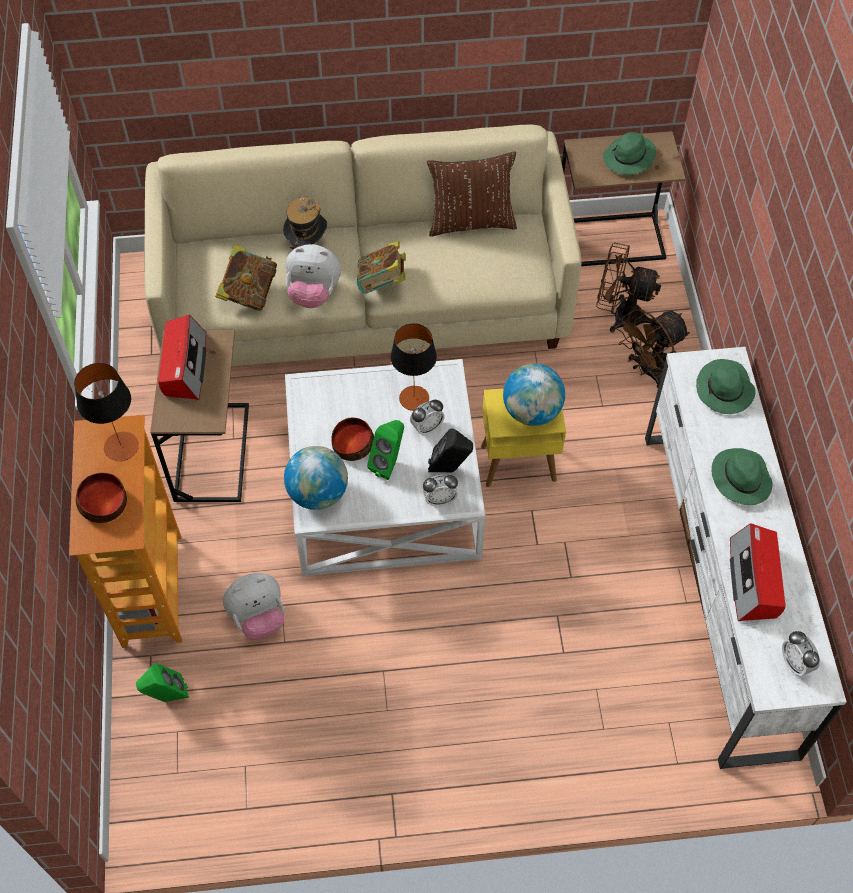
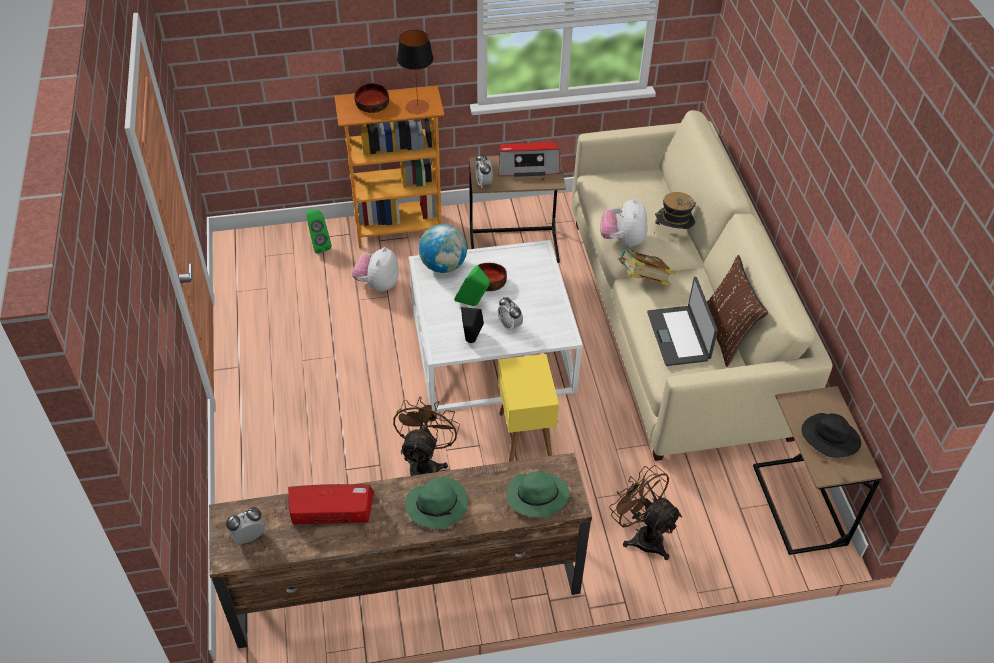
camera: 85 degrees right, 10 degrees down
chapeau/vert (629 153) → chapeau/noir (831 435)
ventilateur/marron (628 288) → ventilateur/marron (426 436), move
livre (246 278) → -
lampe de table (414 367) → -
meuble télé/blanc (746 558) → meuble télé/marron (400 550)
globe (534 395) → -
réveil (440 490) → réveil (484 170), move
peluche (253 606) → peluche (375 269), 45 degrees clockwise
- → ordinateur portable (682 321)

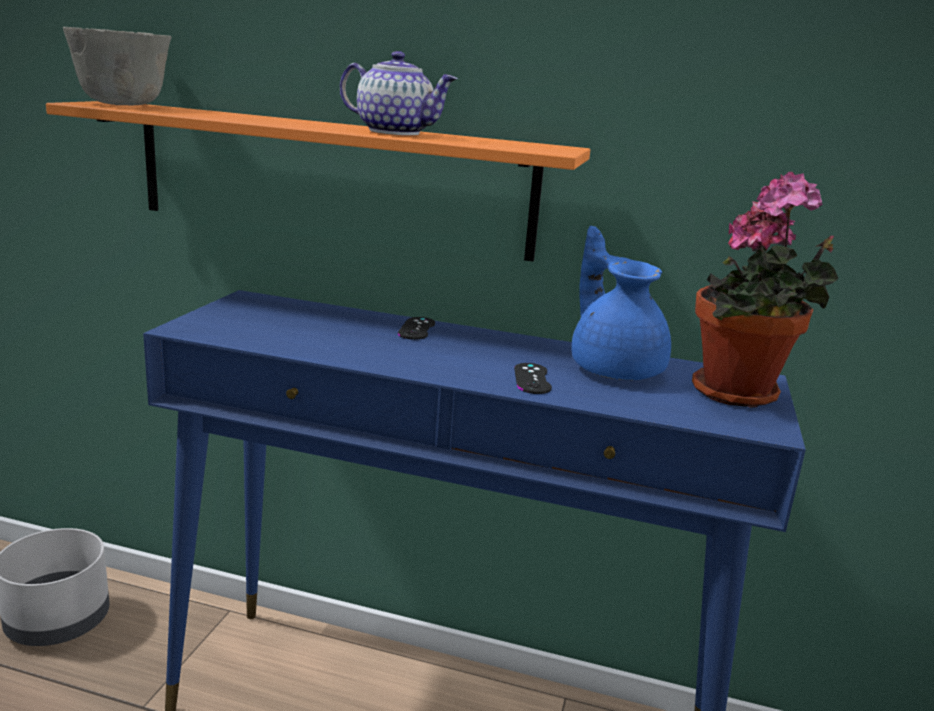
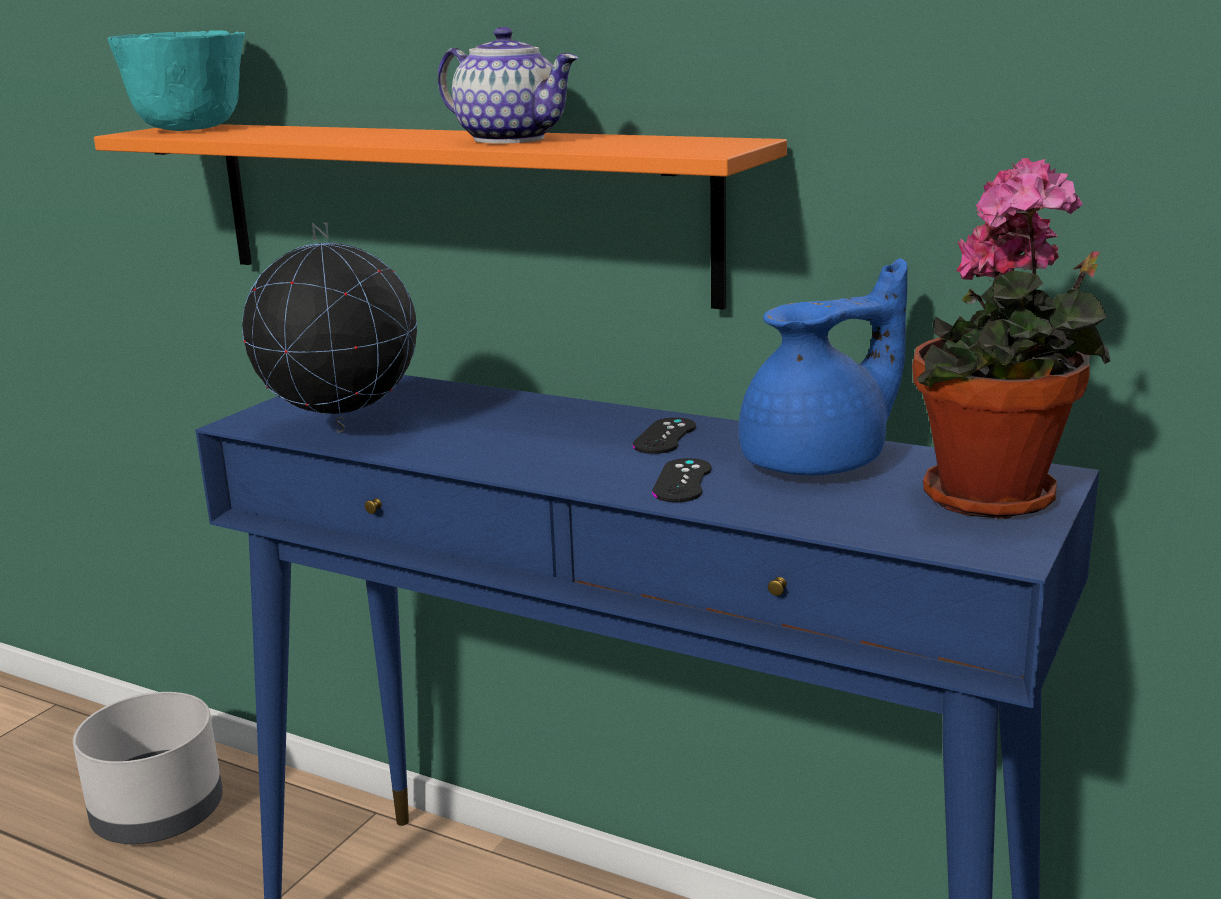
camera: 15 degrees right, 0 degrees up
bol/gris (117 66) → bol/turquoise (176 81)
théière/bleu (621 303) → théière/bleu (823 367), 75 degrees clockwise
manette/noir (416 328) → manette/noir (664 435), move
- → globe (329 327)

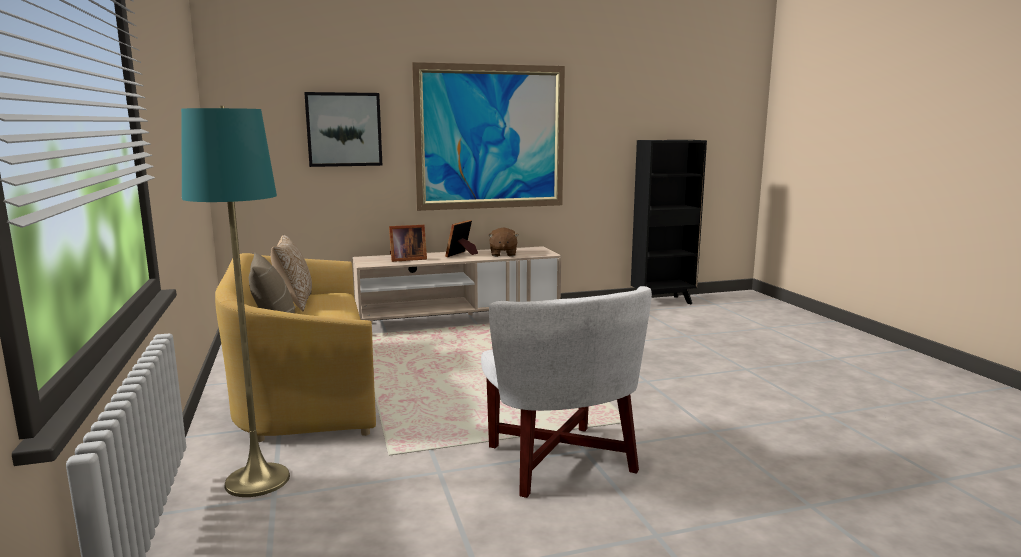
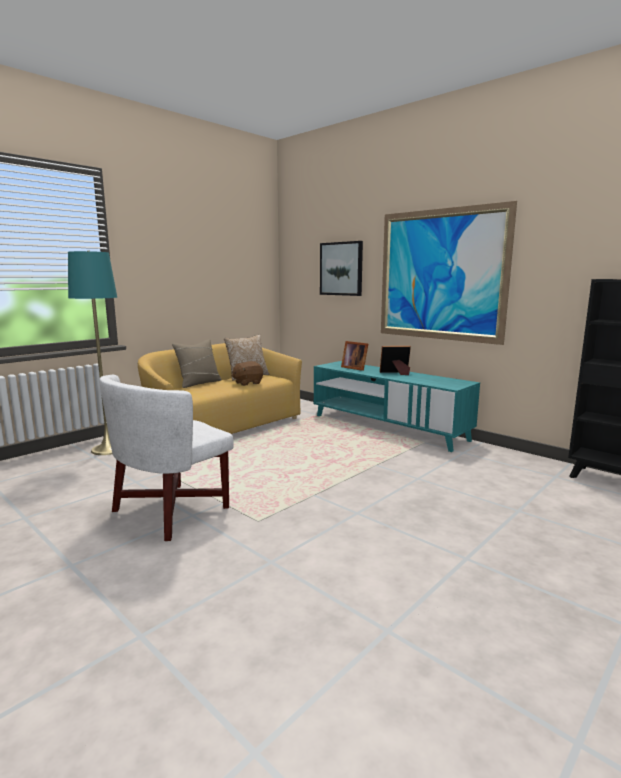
camera: 60 degrees right, 0 degrees up
peluche/marron (503 242) → peluche/marron (247 373), move
meuble télé/beige (457 284) → meuble télé/turquoise (397 406)

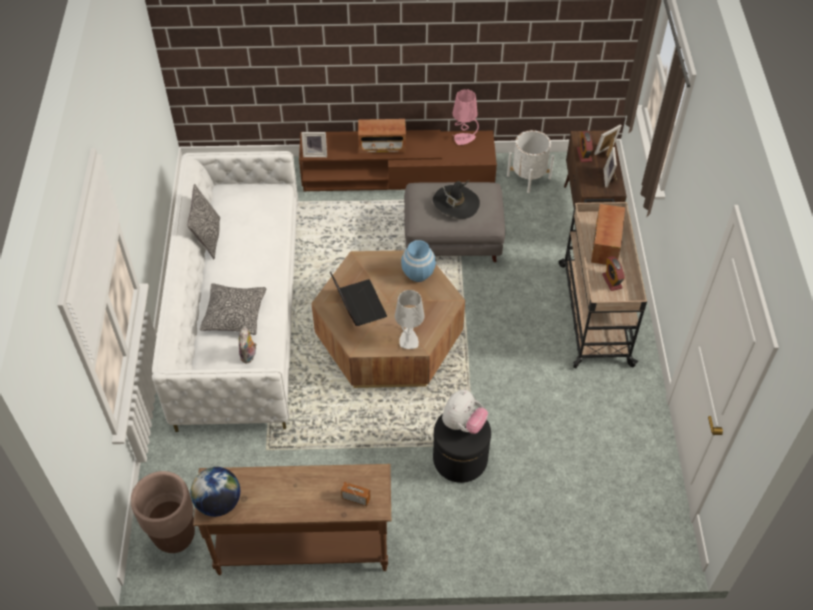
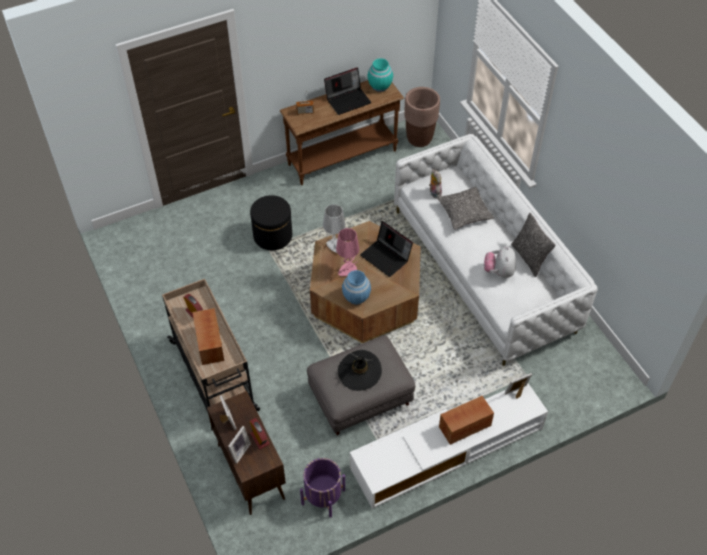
camera: 155 degrees right, 0 degrees up
lampe de table/rose (465 117) → lampe de table/rose (347 252), move
meuble télé/marron (398 160) → meuble télé/blanc (449 446)
cache-pot/blanc (530 161) → cache-pot/violet (322 488)
peluche (465 412) → peluche (500 262), move
globe (215 492) → vase/turquoise (380 75)
- → ordinateur portable (347 91)

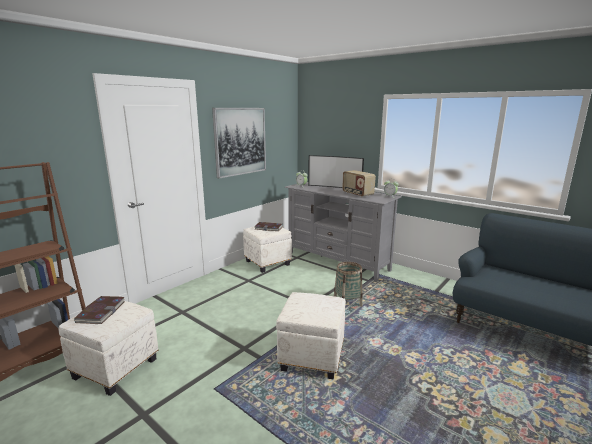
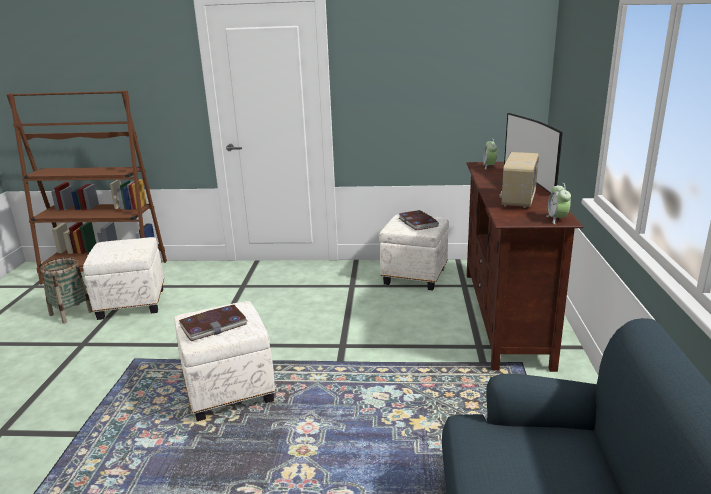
camera: 55 degrees right, 5 degrees up
tableau (239 143) → -
meuble télé/gris (343 231) → meuble télé/marron (524 267)
panier (348 284) → panier (66 290), move
livre (99 310) → livre (213 323), move

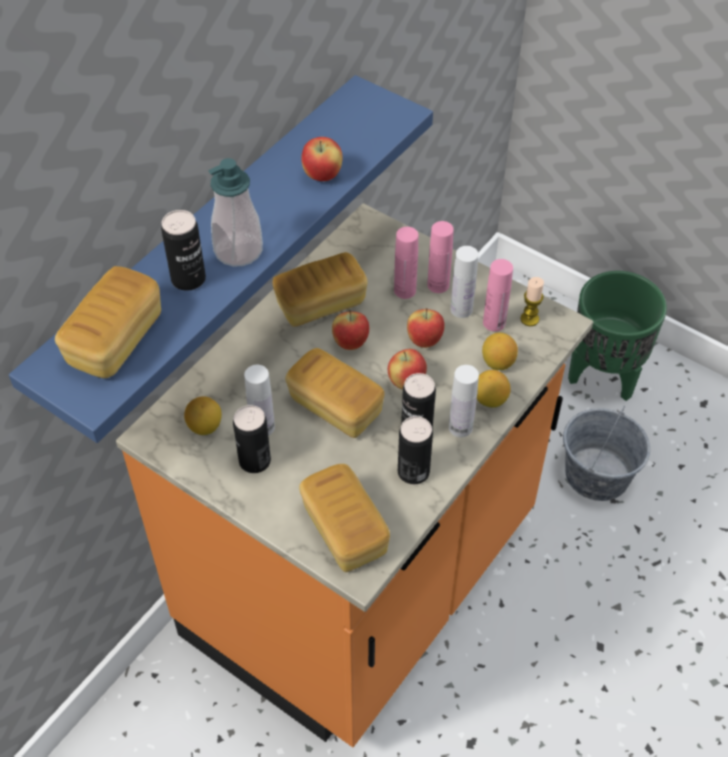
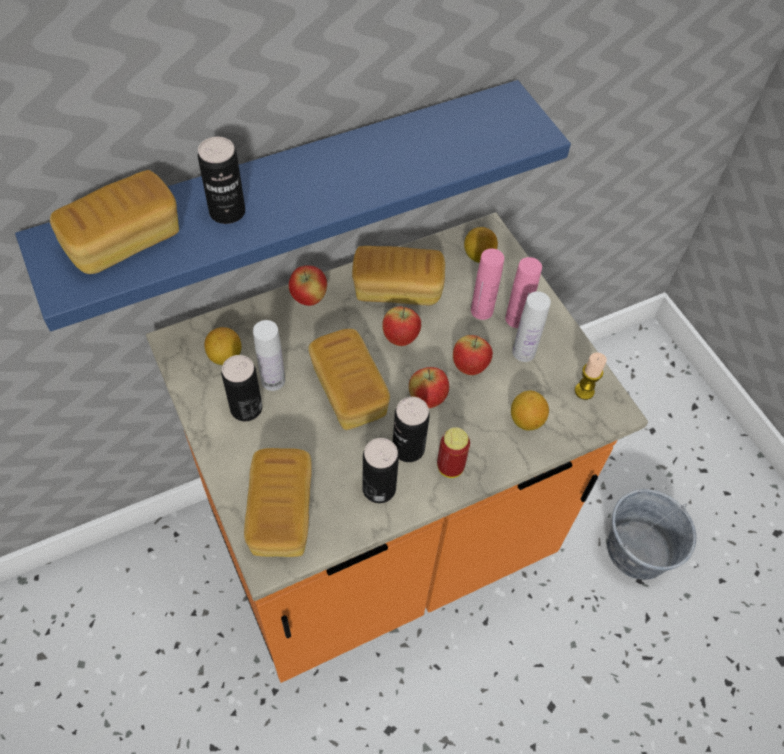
camera: 25 degrees right, 5 degrees up
pomme (322 159) → pomme (308 285), move
distributeur de savon (235 212) → -
bouteille/rose (498 295) → -
cache-pot/vert (617 336) → -
bouteille/blanc (464 401) → boîte métallique (453 452)
citron (494 389) → citron (481 245), move

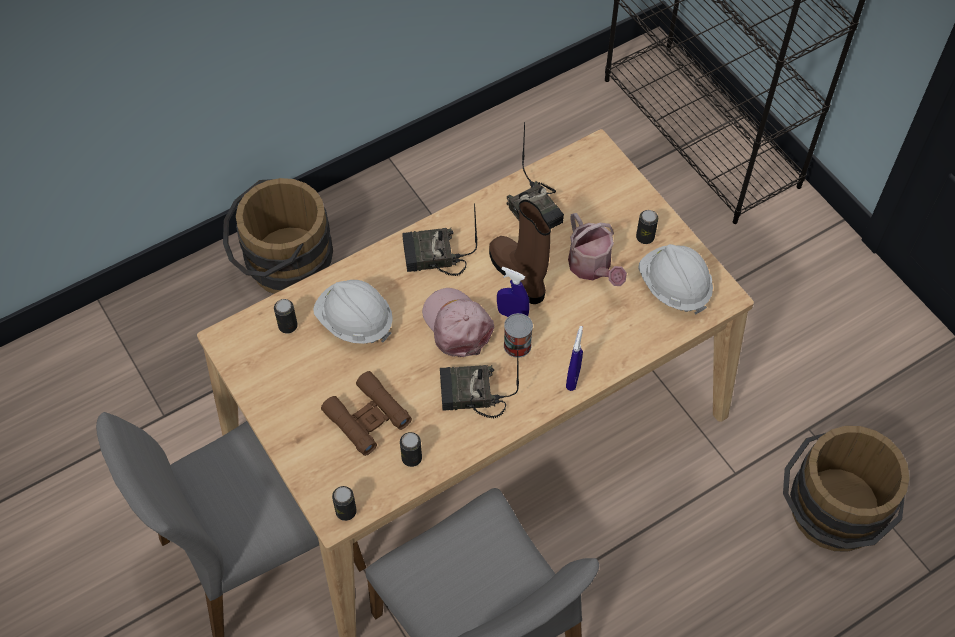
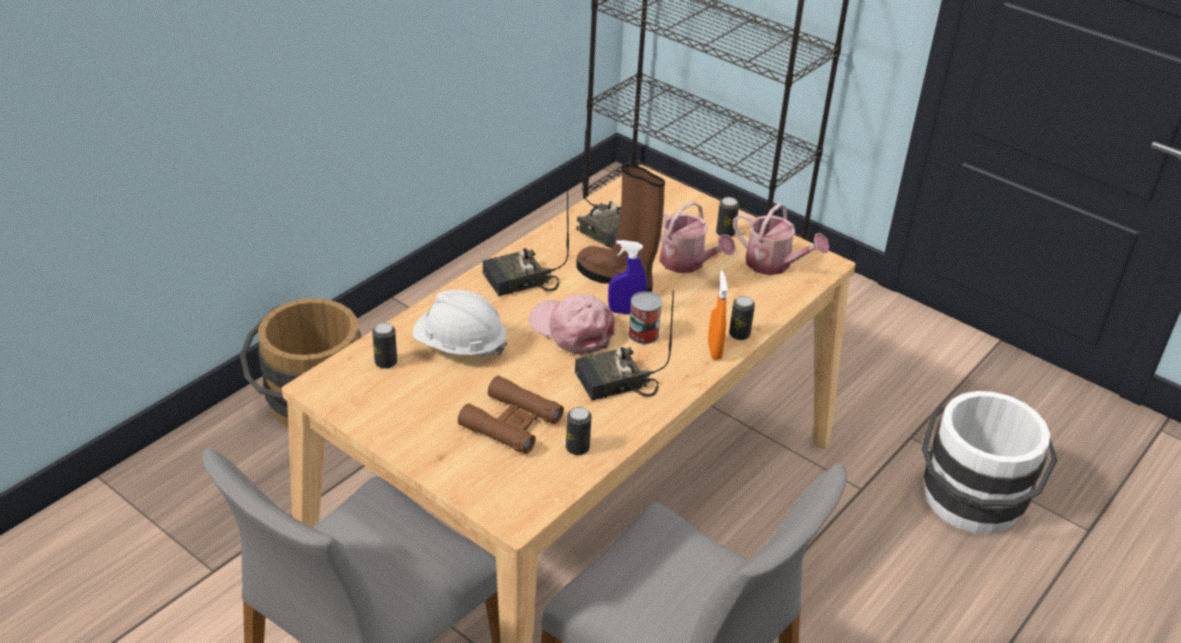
camera: 20 degrees left, 20 degrees down
casque de chantier/blanc (675 279) → arrosoir (781 239)
vaporisateur/bleu (574 358) → vaporisateur/orange (718 315)
seau/marron (846 489) → seau/blanc (989 462)
boîte métallique (344 503) → boîte métallique (742 318), move

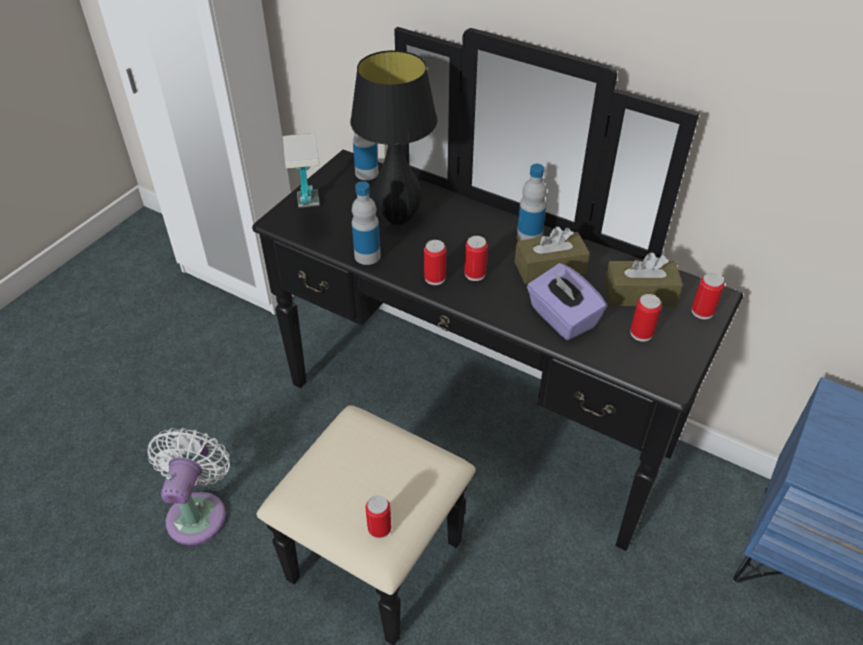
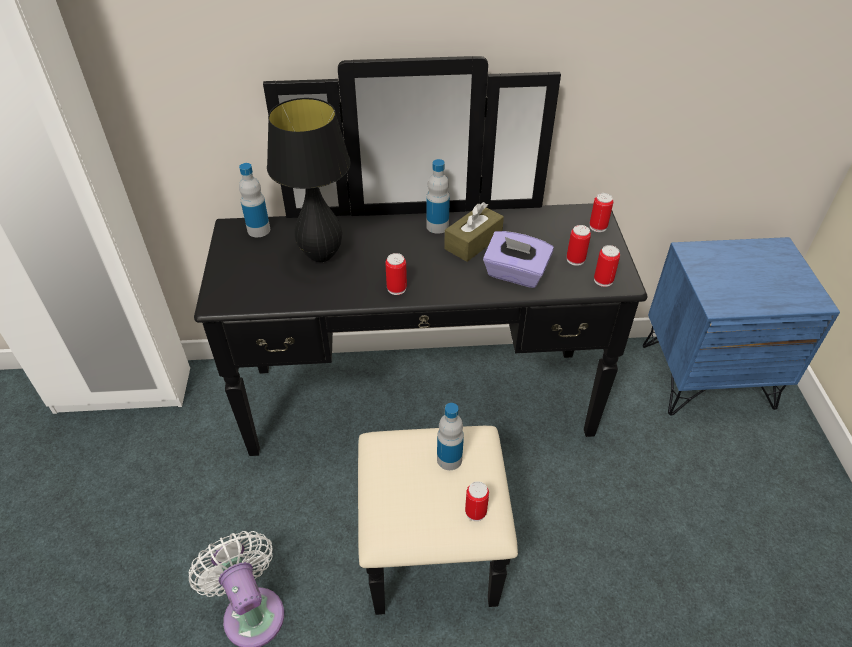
camera: 35 degrees left, 0 degrees up
lampe de table (301 170) → -
bouteille (366 223) → bouteille (450 436), move
boîte métallique (476 258) → boîte métallique (607 266), move
boîte à mouchoirs/marron (644 279) → -

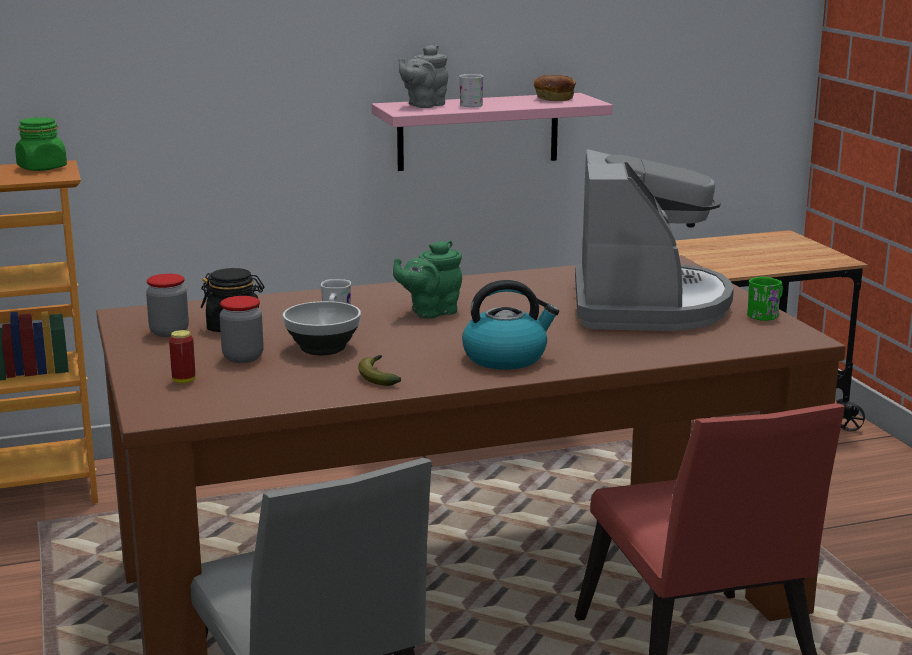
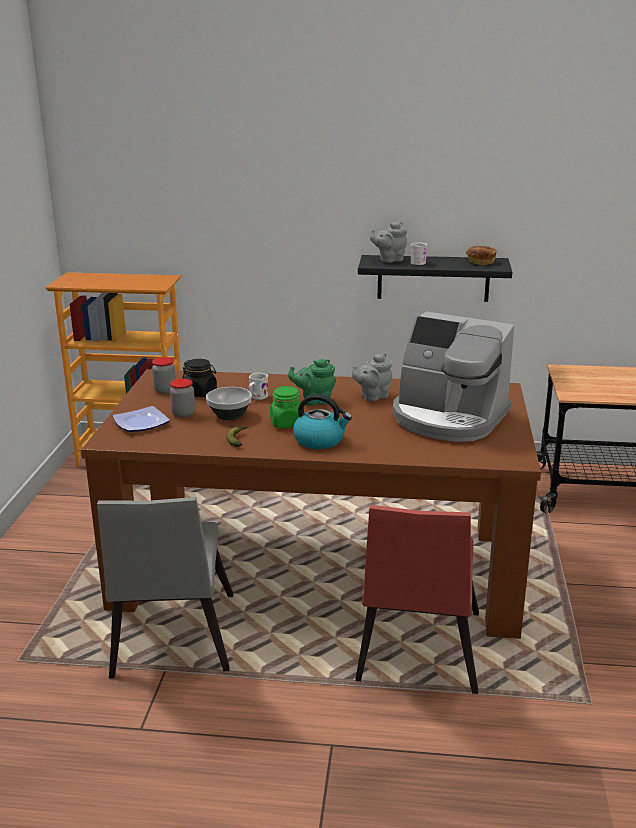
camera: 25 degrees right, 5 degrees up
étagère/rose (492 132) → étagère/noir (435 278)
bocal/vert (41 144) → bocal/vert (285 407), move
machine à café (654 240) → machine à café (453 376), 90 degrees clockwise
mug/vert (765 299) → -
boîte métallique (182 356) → assiette (141 419)
- → théière/gris (372 377)

